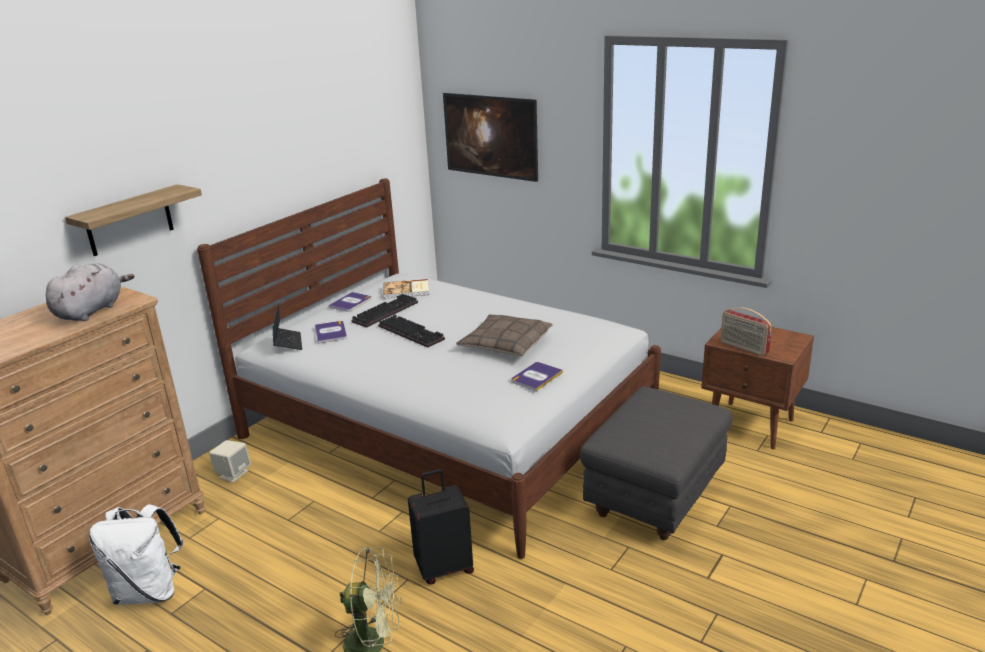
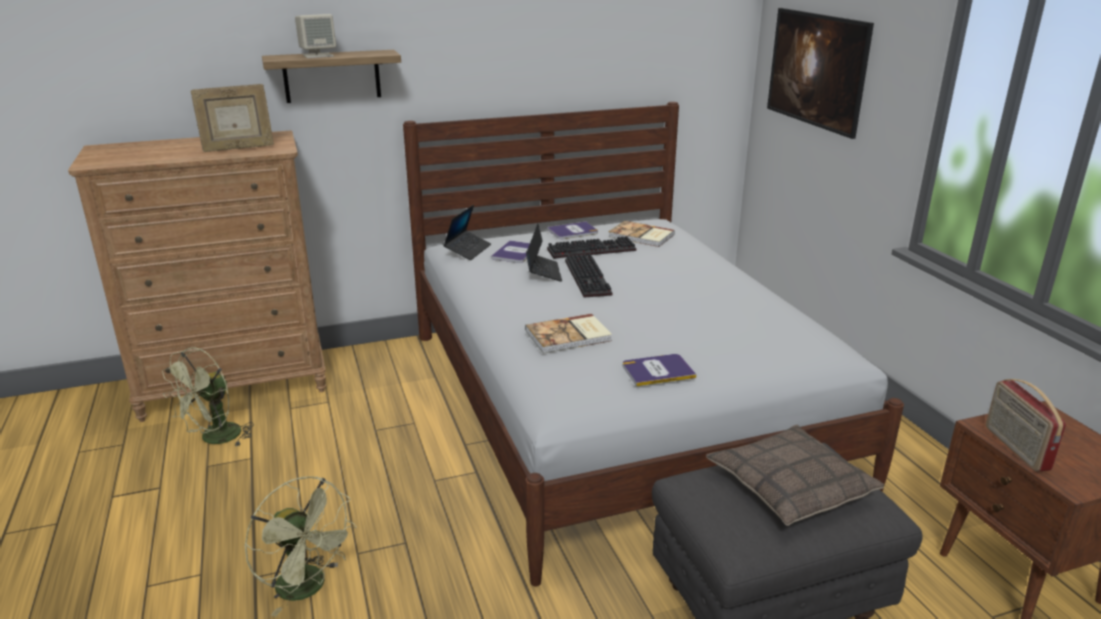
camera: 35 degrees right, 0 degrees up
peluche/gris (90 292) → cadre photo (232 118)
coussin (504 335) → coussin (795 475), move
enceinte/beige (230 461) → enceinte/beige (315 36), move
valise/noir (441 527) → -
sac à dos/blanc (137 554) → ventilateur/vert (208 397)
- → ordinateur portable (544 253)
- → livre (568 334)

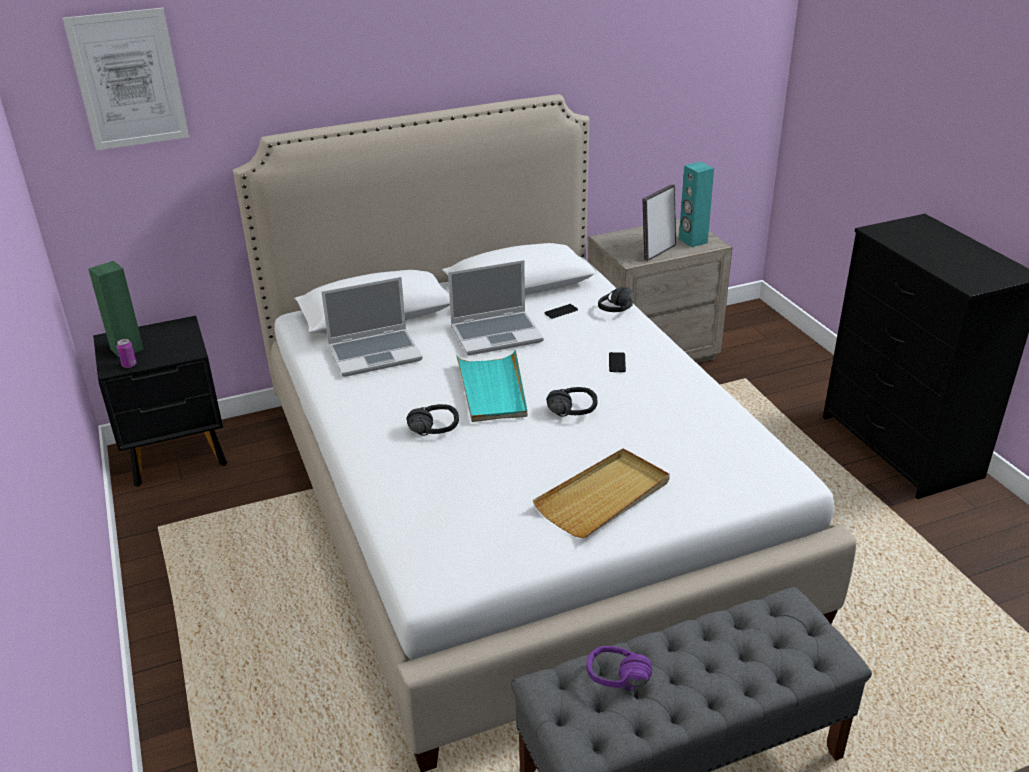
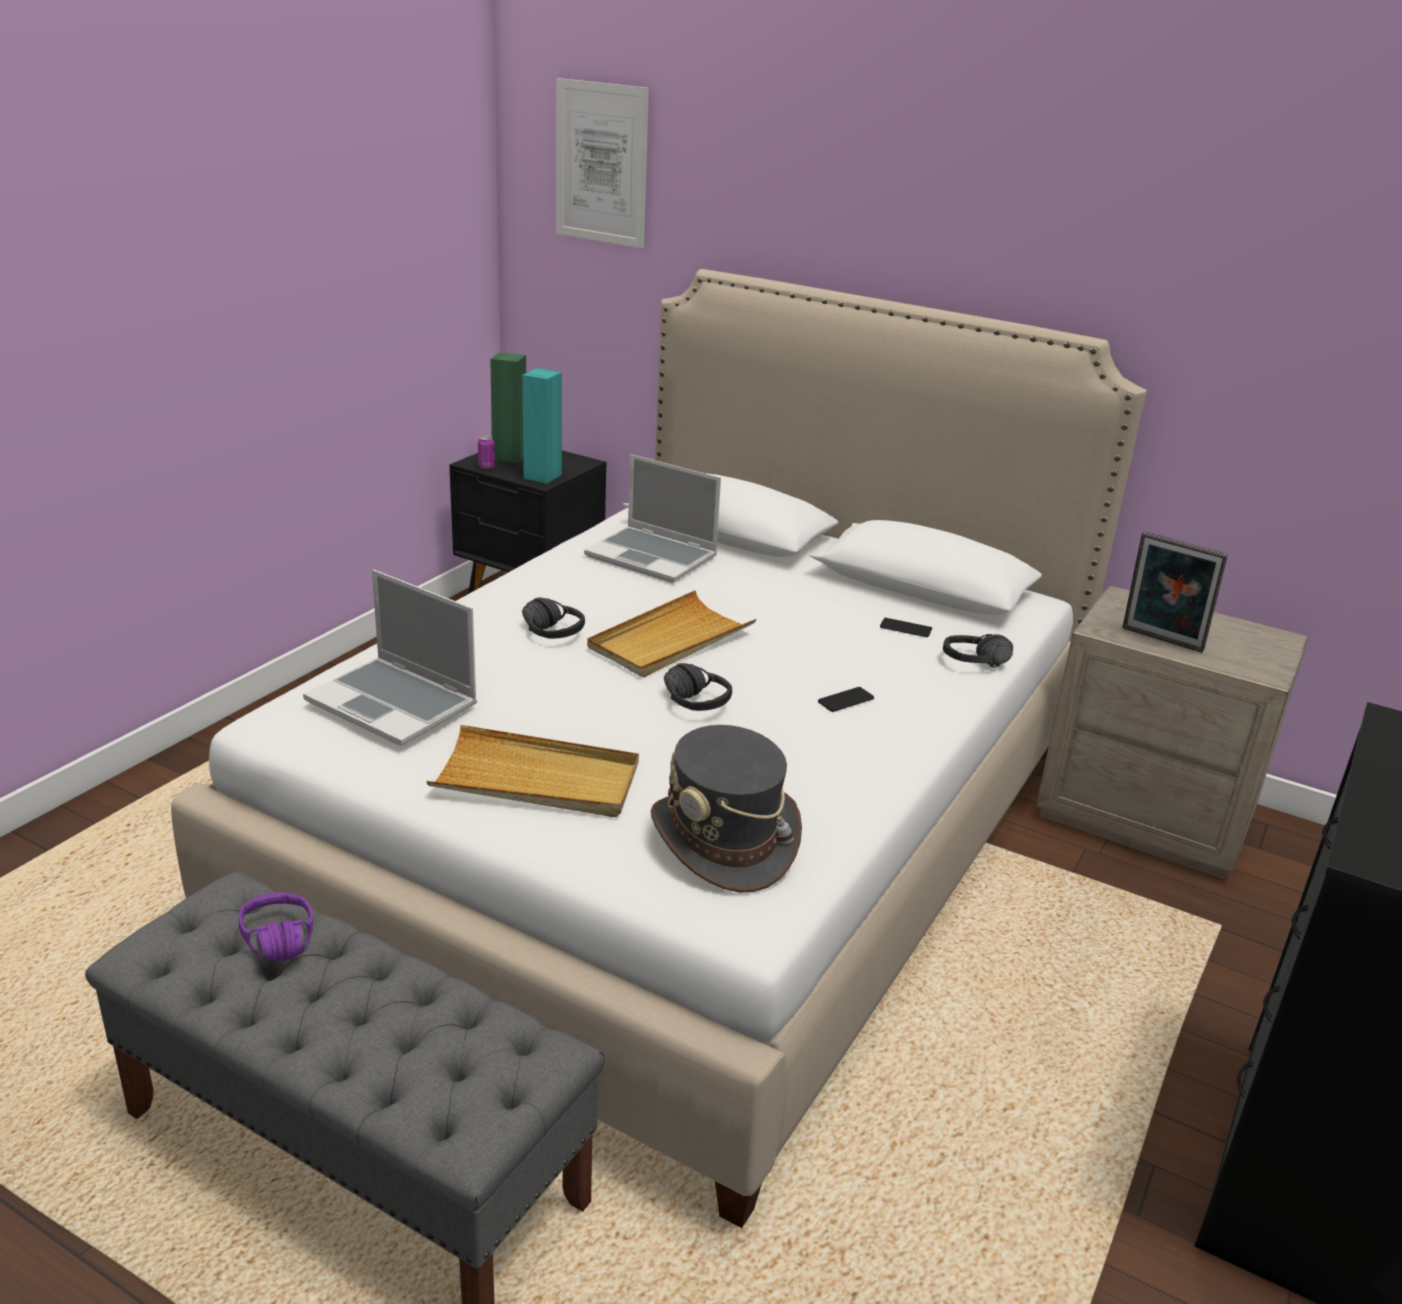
camera: 50 degrees right, 5 degrees down
enceinte/turquoise (696 204) → enceinte/turquoise (542 426), move
cadre photo (659 222) → cadre photo (1175 592), 150 degrees counterclockwise
ordinateur portable (496 307) → ordinateur portable (390 658), move
plateau/turquoise (491 386) → plateau/beige (672 633)
- → chapeau/gris (726 809)

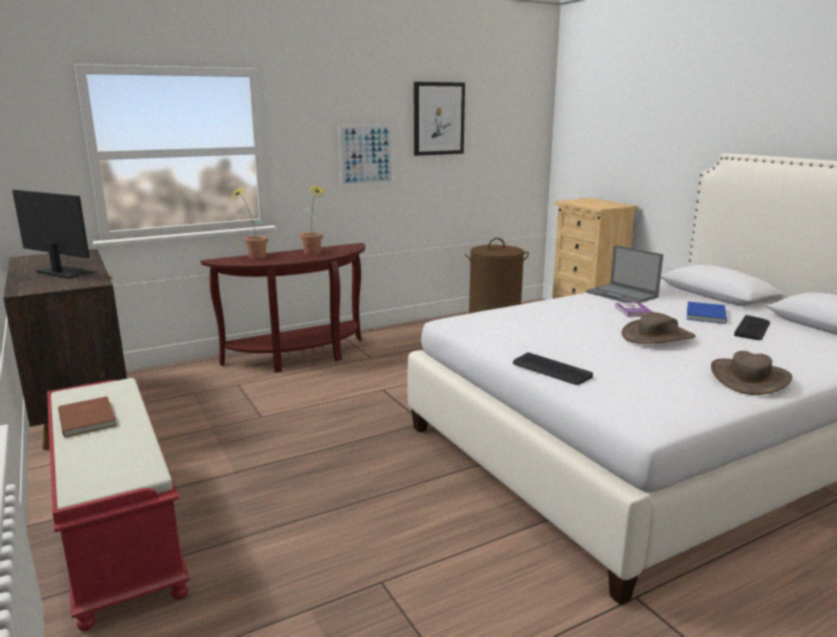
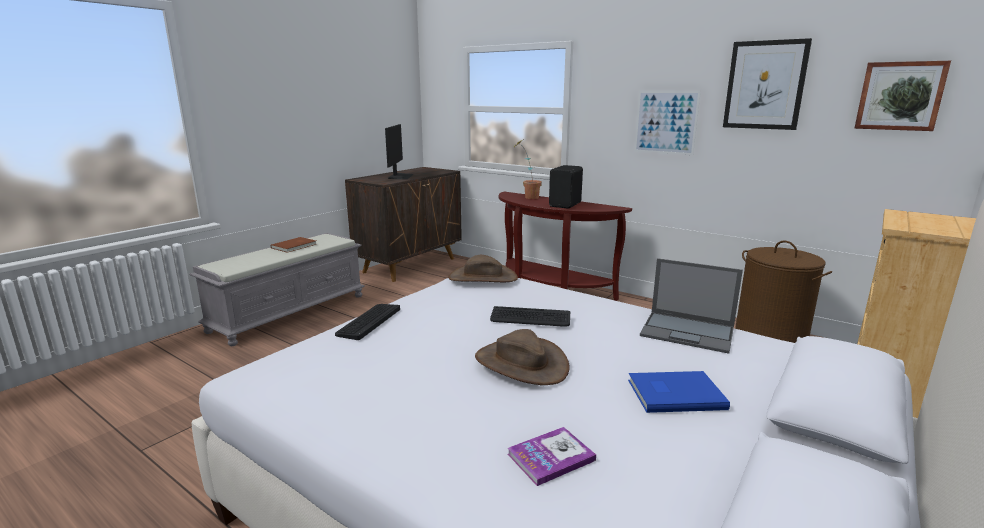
camera: 65 degrees right, 0 degrees up
plante en pot (313 219) → enceinte/noir (566 187)
ordinateur portable (624 274) → ordinateur portable (691 306), 90 degrees counterclockwise
livre (633 309) → livre (552 456), move
clavier (752 327) → clavier (530 316), move
chapeau/marron (751 373) → chapeau/marron (483 268), move
banc/rouge (118 504) → banc/gris (277 289)
- → tableau (902 96)

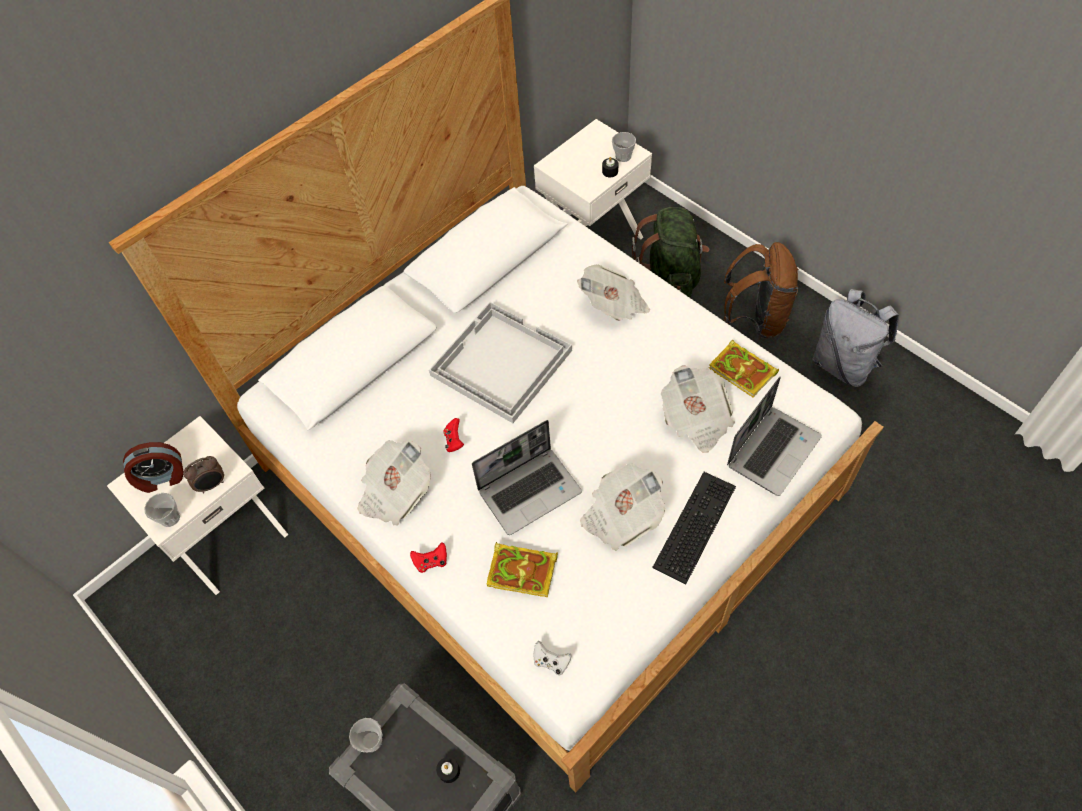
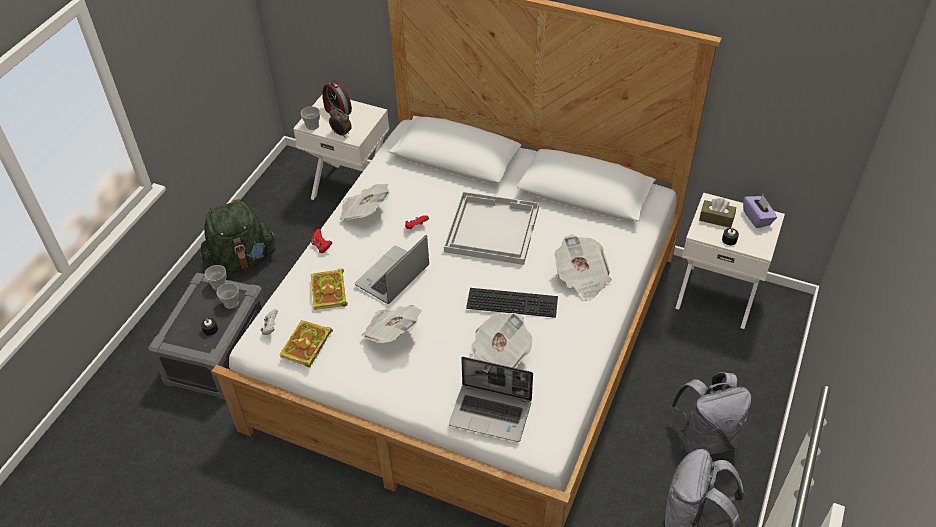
camera: 65 degrees right, 10 degrees down
tasse (624 147) → tasse (228 296), move
sac à dos/vert (671 252) → sac à dos/vert (238 236), move
sac à dos/marron (761 290) → sac à dos/gris (710 413)
livre (744 369) → livre (306 344), move
ordinateur portable (527 477) → ordinateur portable (392 269), 90 degrees clockwise
clavier (694 528) → clavier (512 303), move
- → boîte à mouchoirs/violet (760 211)
- → boîte à mouchoirs/marron (717 213)

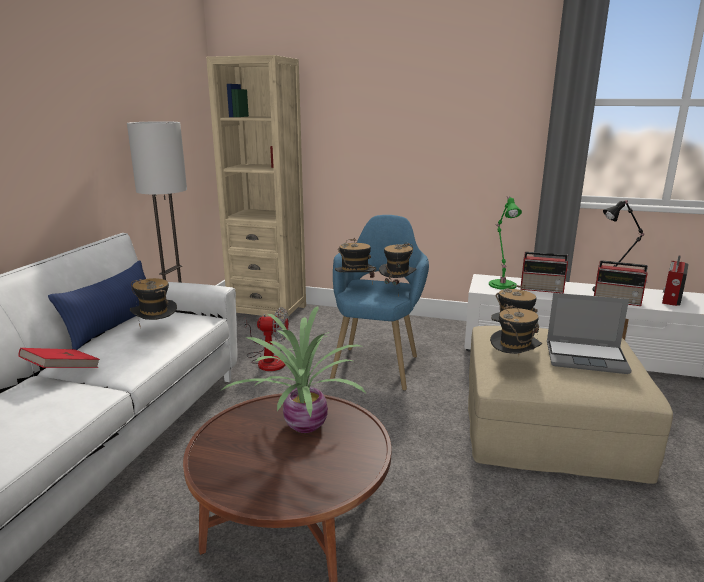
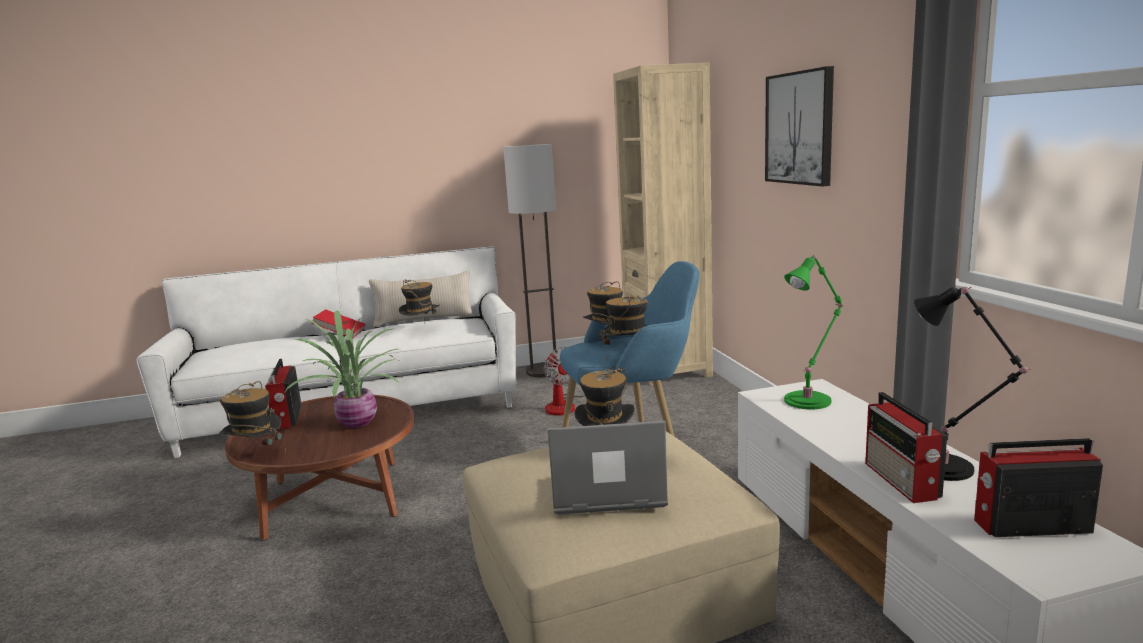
camera: 60 degrees right, 5 degrees down
radio (545 273) → radio (283 394), move
coussin/bleu (97 305) → coussin/beige (421 298)
ordinateur portable (589 333) → ordinateur portable (608 467), 105 degrees clockwise
chapeau (516 329) → chapeau (252 417), move
- → tableau (799 126)

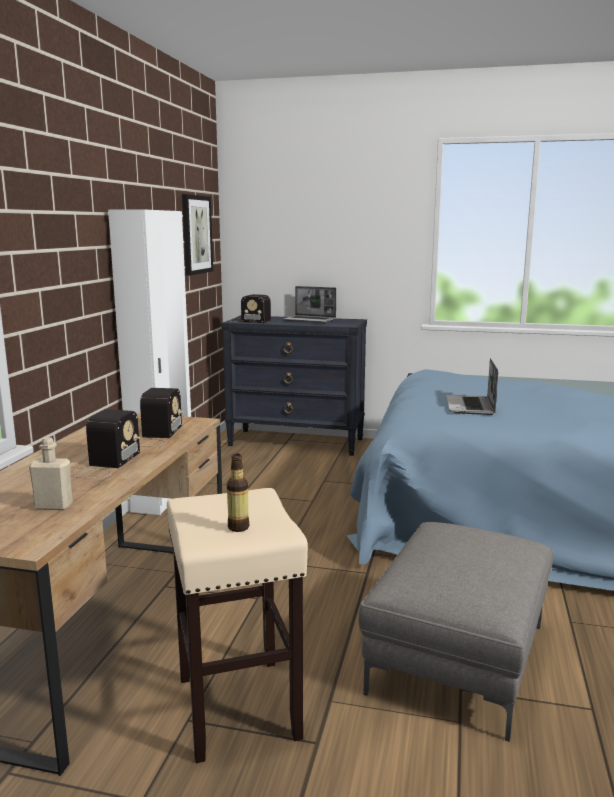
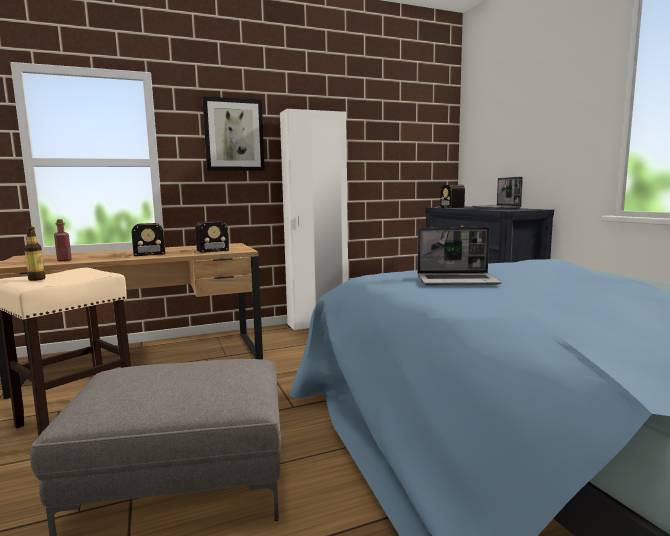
camera: 55 degrees right, 5 degrees down
tableau (197 235) → tableau (233 134), move
ordinateur portable (472 386) → ordinateur portable (459 256), 150 degrees counterclockwise
bouteille/beige (51 473) → bouteille/rouge (63 240)

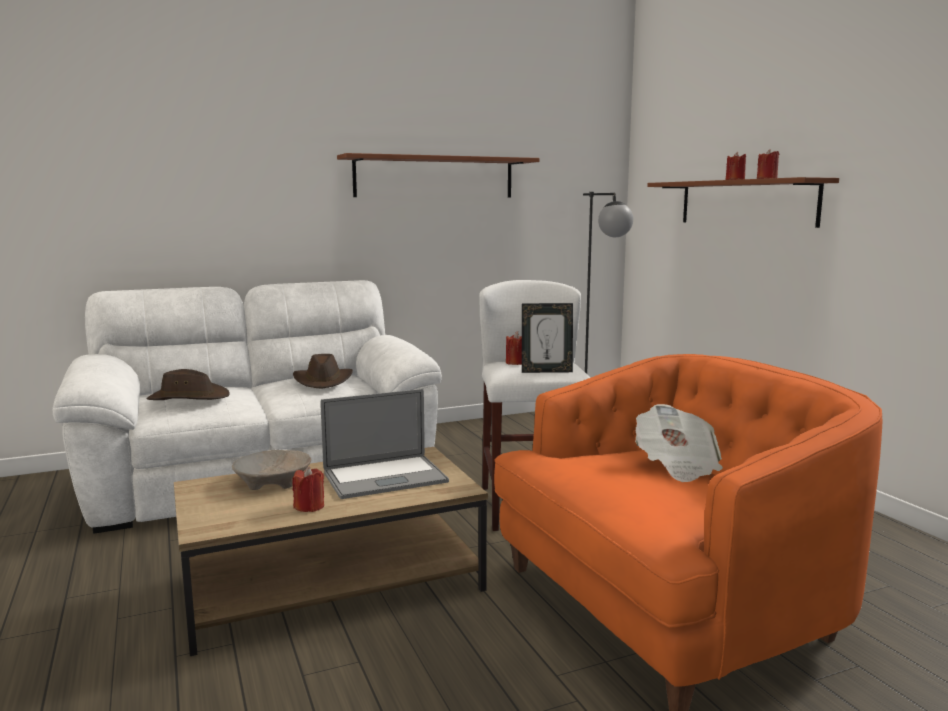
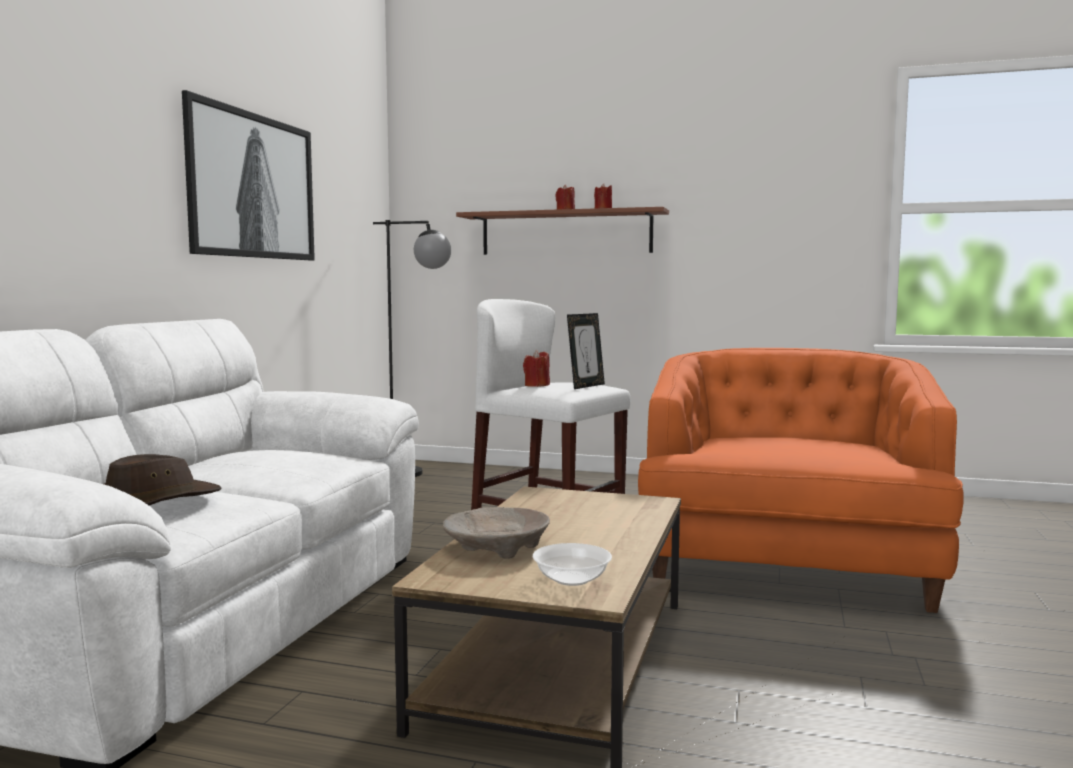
camera: 50 degrees left, 5 degrees down
étagère/marron (438 175) → tableau (248 175)
chapeau/marron (323 371) → -
ordinateur portable (384 444) → -
journal (679 443) → -
bougie/rouge (308 489) → -
- → bol (572 564)

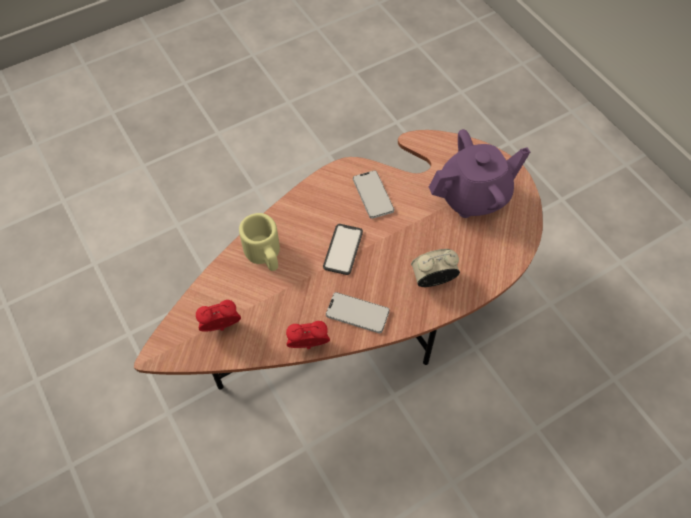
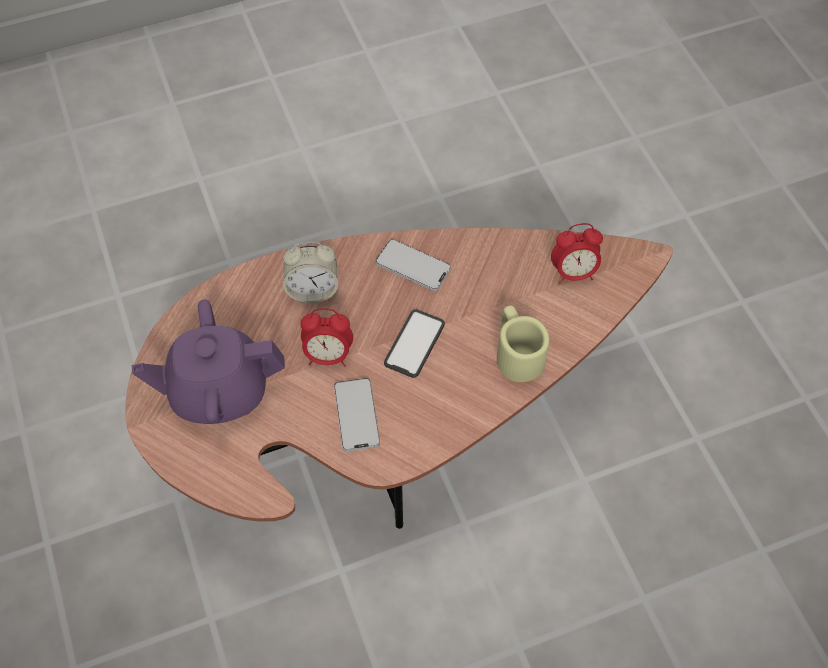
camera: 170 degrees left, 0 degrees up
réveil (308 335) → réveil (326 337), move

